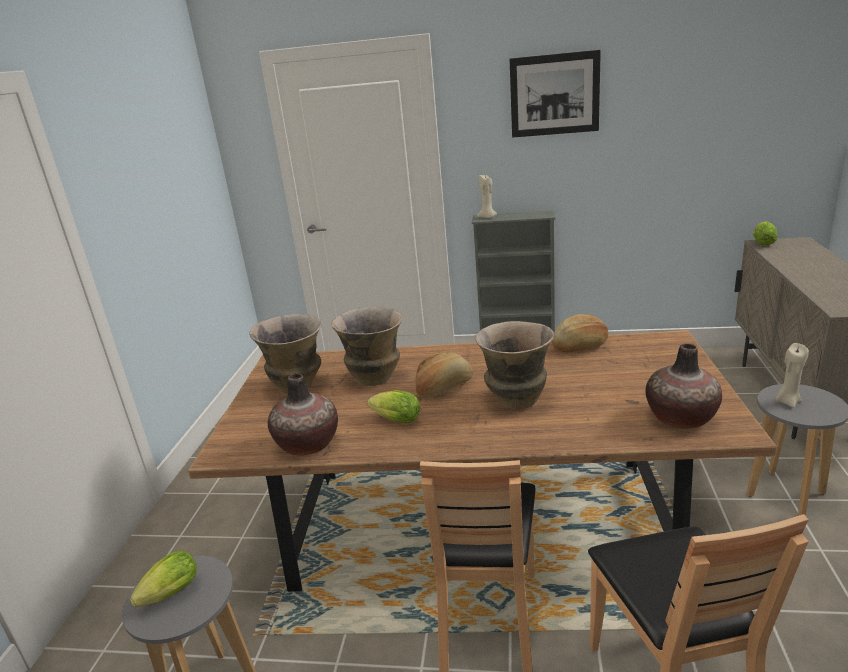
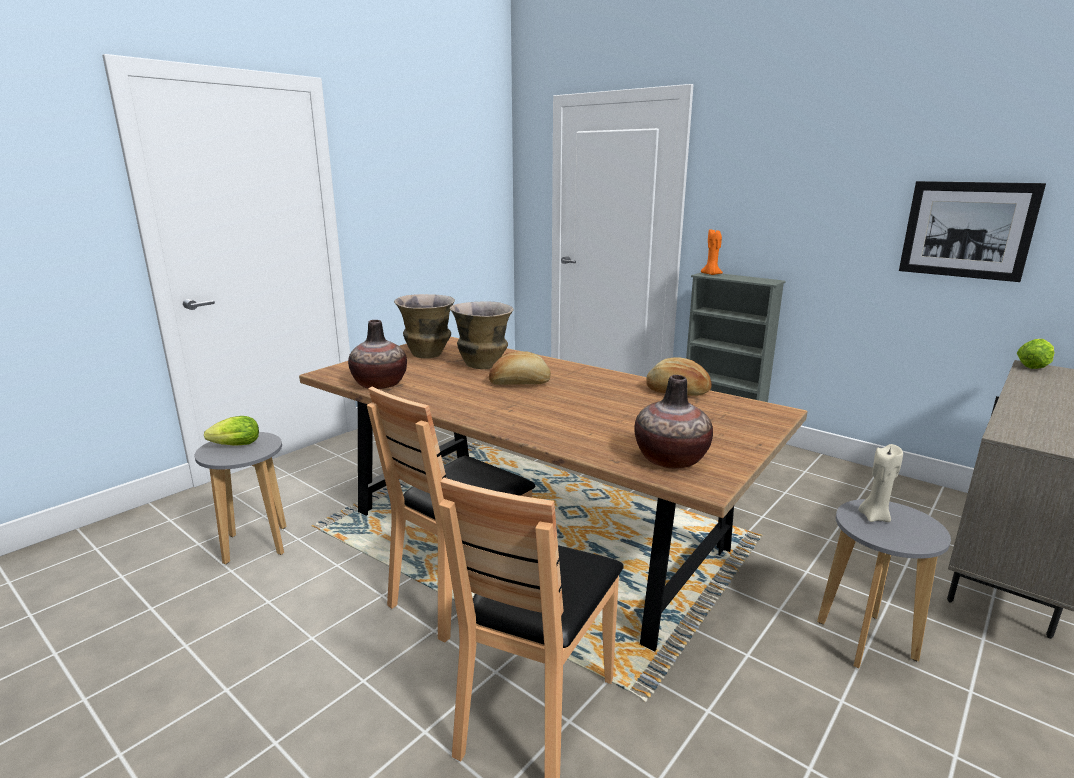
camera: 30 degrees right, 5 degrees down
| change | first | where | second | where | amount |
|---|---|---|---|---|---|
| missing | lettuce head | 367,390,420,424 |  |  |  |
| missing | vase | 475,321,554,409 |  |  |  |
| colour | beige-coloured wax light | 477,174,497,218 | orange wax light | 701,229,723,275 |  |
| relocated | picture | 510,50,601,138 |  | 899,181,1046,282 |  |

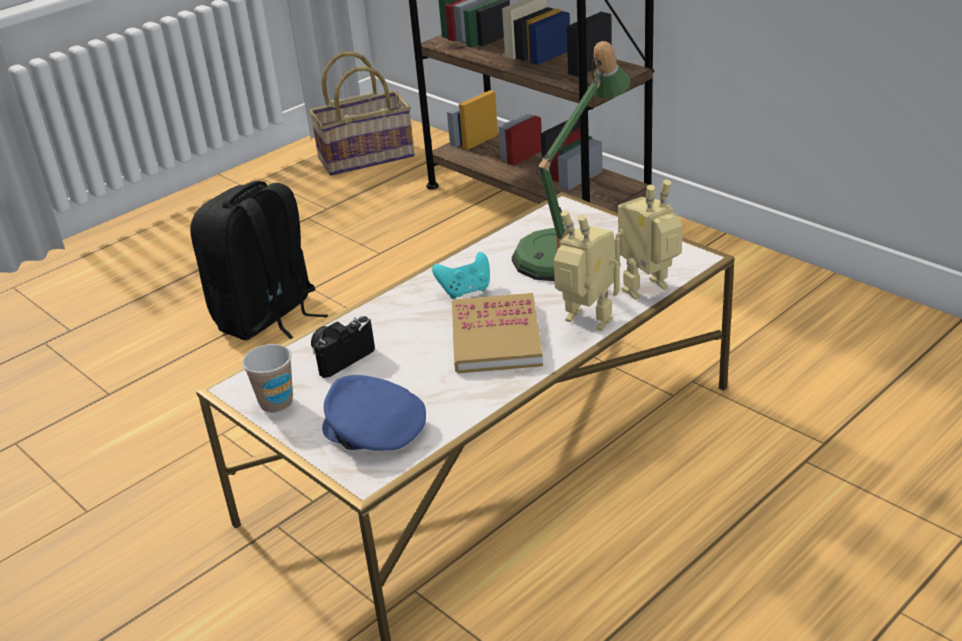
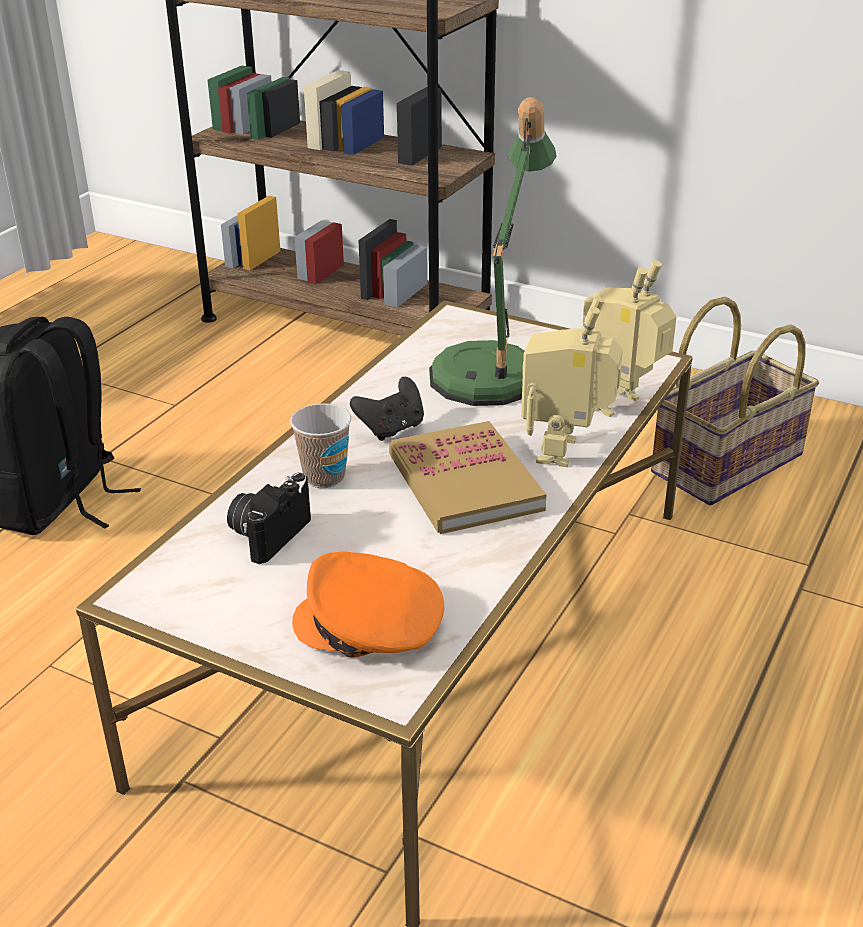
camera: 20 degrees left, 0 degrees up
| change | first | where | second | where | amount |
|---|---|---|---|---|---|
| relocated | cup | 242,344,293,413 |  | 290,404,351,488 |  |
| relocated | basket | 309,51,415,176 |  | 651,297,819,506 |  |
| colour | blue cap | 322,375,426,451 | orange cap | 292,551,444,658 |  |
| colour | blue-green gamepad | 432,252,490,299 | black-coloured gamepad | 350,377,424,441 |  |
| spun | robot figure | 554,210,620,331 |  | 521,296,623,467 | 90 degrees counterclockwise |

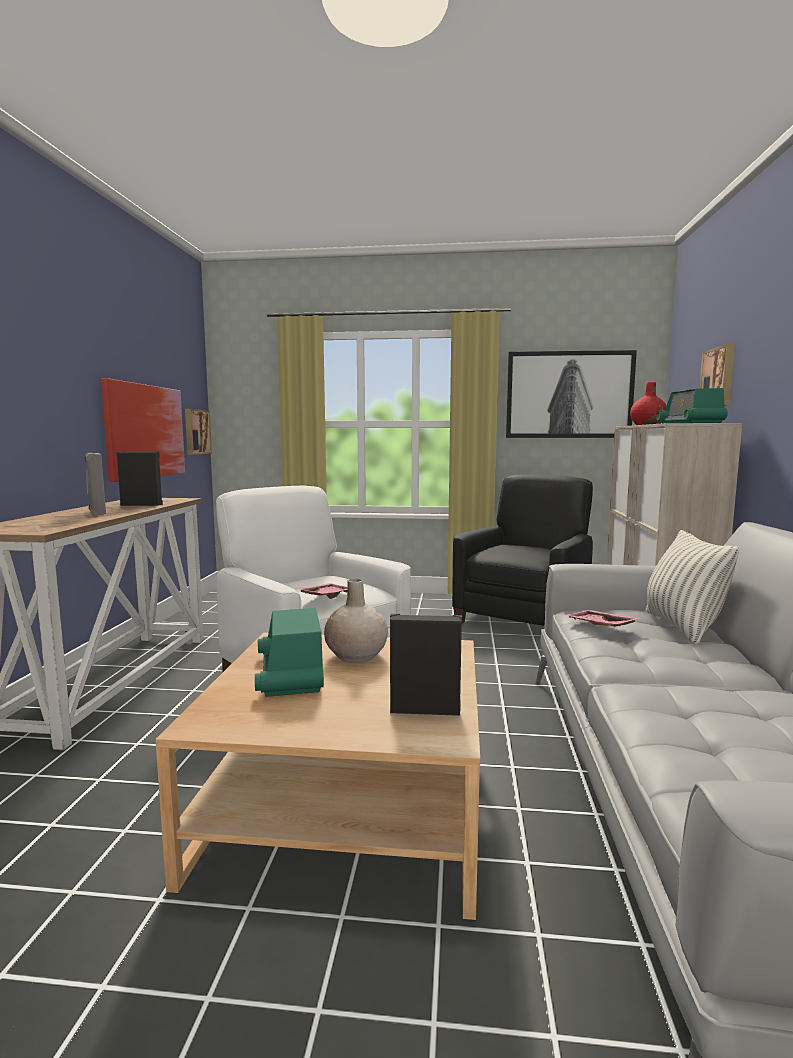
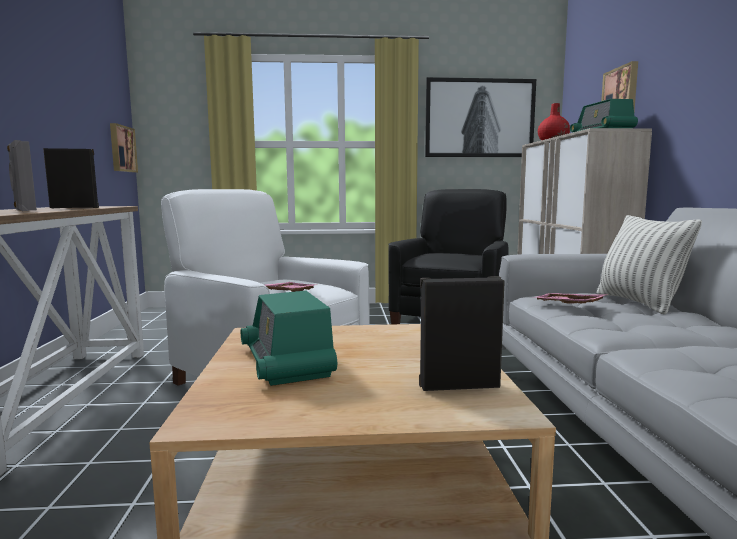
camera: 10 degrees left, 0 degrees up
| change | first | where | second | where | amount |
|---|---|---|---|---|---|
| missing | picture | 101,378,185,482 |  |  |  |
| missing | beige-coloured vase | 324,579,388,663 |  |  |  |

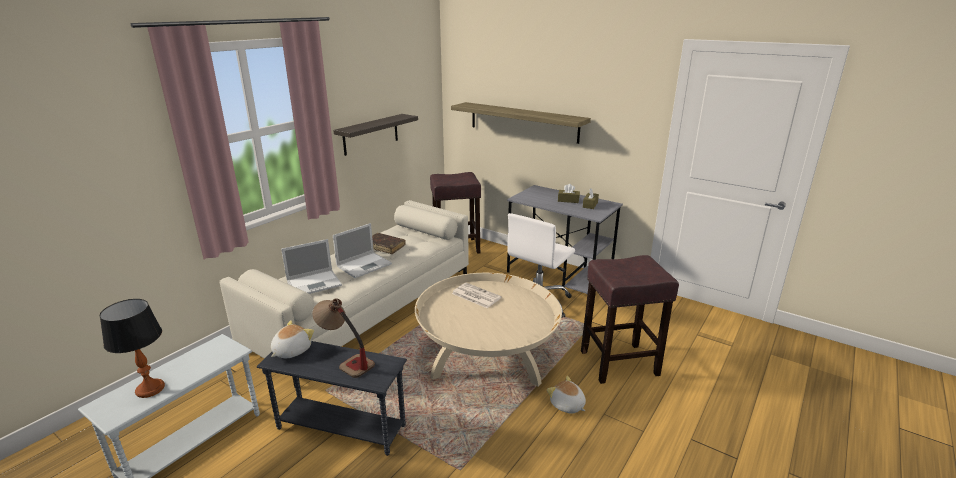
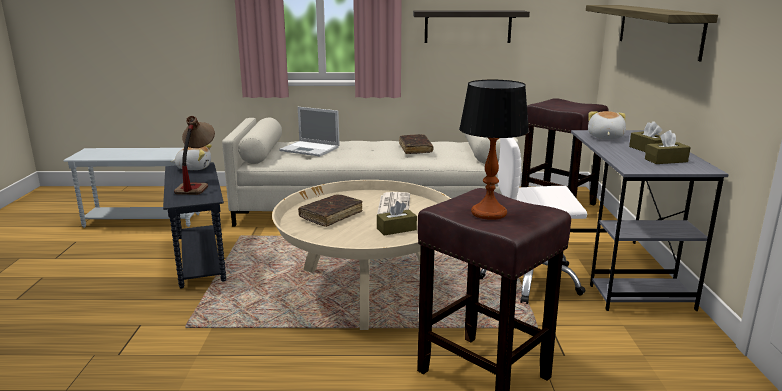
camera: 55 degrees right, 5 degrees down
| change | first | where | second | where | amount |
|---|---|---|---|---|---|
| relocated | tabletop lamp | 100,299,165,398 |  | 459,80,529,220 |  |
| missing | notebook computer | 333,223,392,278 |  |  |  |
| relocated | plush toy | 547,376,586,414 |  | 588,111,626,139 |  |
| appeared |  |  | brown book | 298,195,363,227 |  |
| appeared |  |  | brown box of tissues | 377,201,417,236 |  |

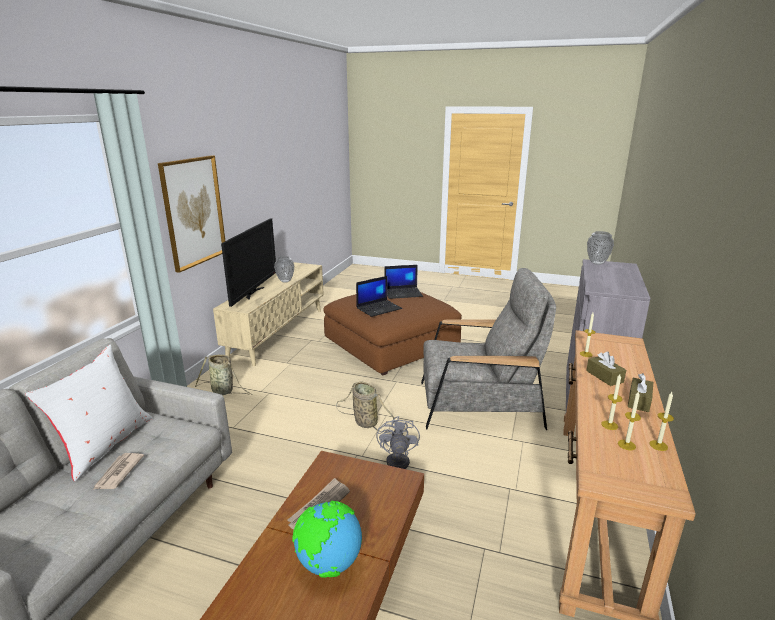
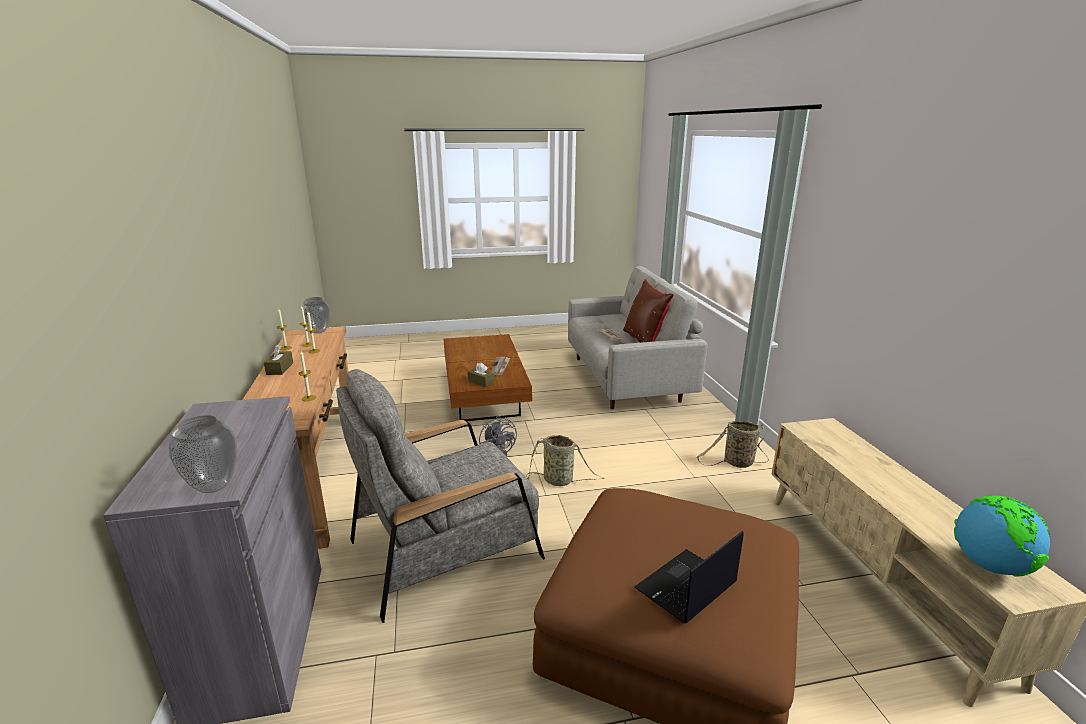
camera: 150 degrees right, 0 degrees up
| change | first | where | second | where | amount |
|---|---|---|---|---|---|
| colour | white-coloured pillow | 25,345,152,481 | brown pillow | 623,279,674,343 |  |
| missing | picture | 158,155,225,273 |  |  |  |
| missing | TV | 221,219,276,307 |  |  |  |
| relocated | vase | 274,256,294,283 |  | 301,297,330,333 |  |
| relocated | globe | 292,501,362,578 |  | 954,496,1050,577 |  |
| missing | notebook computer | 356,276,402,317 |  |  |  |
| relocated | brown box of tissues | 586,351,626,386 |  | 468,363,494,387 |  |

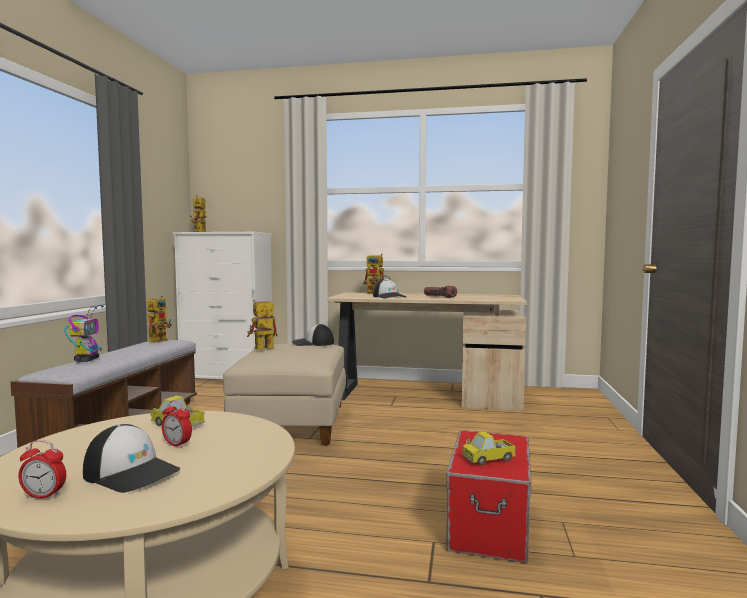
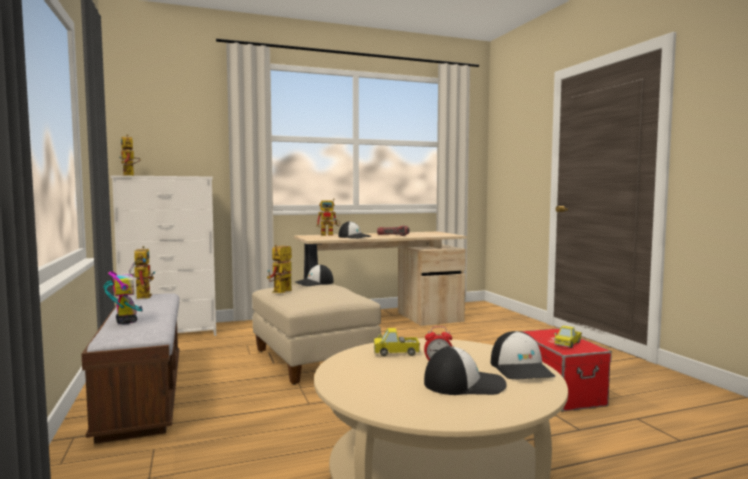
camera: 30 degrees left, 0 degrees up
| change | first | where | second | where | amount |
|---|---|---|---|---|---|
| missing | table clock | 18,440,66,499 |  |  |  |
| appeared |  |  | cap | 491,331,556,379 |  |

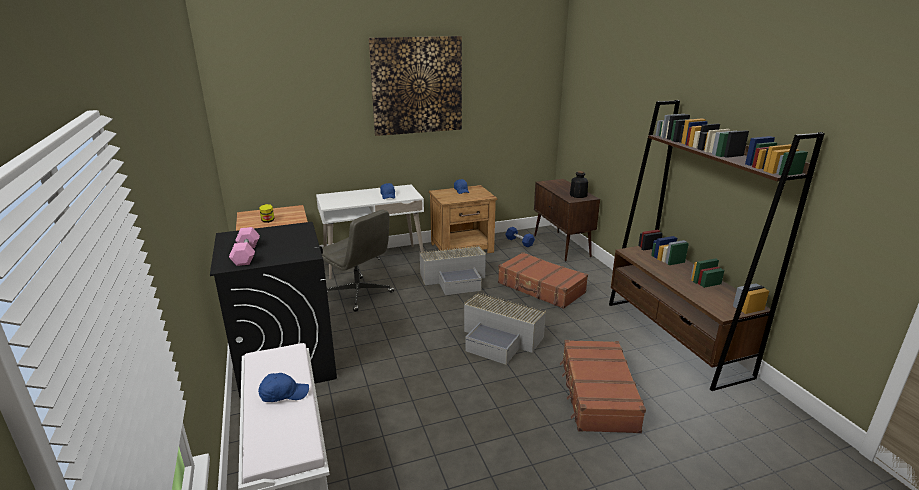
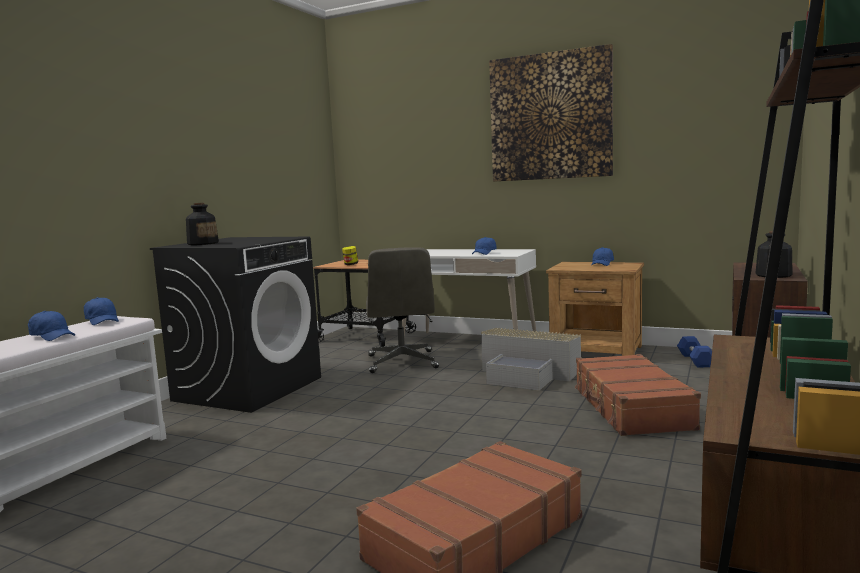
camera: 45 degrees right, 15 degrees down
| change | first | where | second | where | amount |
|---|---|---|---|---|---|
| exchanged | pinkish dumbbell | 229,227,260,266 | beverage bottle | 186,203,219,245 |  |
| missing | grey storage bin | 464,293,546,365 |  |  |  |
| appeared |  |  | blue cap | 84,297,119,325 |  |

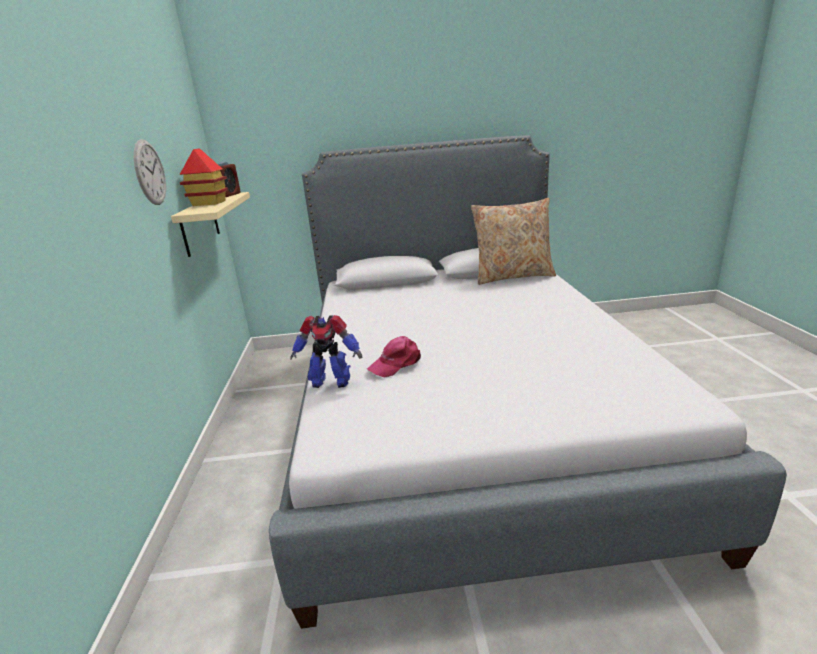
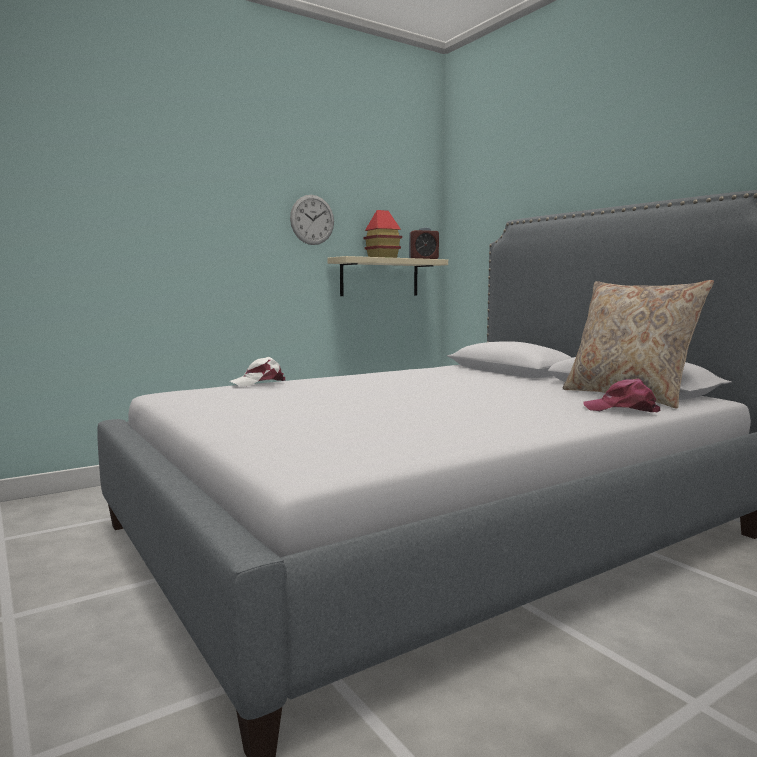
camera: 60 degrees right, 15 degrees down
| change | first | where | second | where | amount |
|---|---|---|---|---|---|
| exchanged | robot figure | 290,315,362,388 | white-coloured cap | 229,357,285,387 |  |
| relocated | pinkish cap | 367,336,421,377 |  | 583,378,661,412 |  |

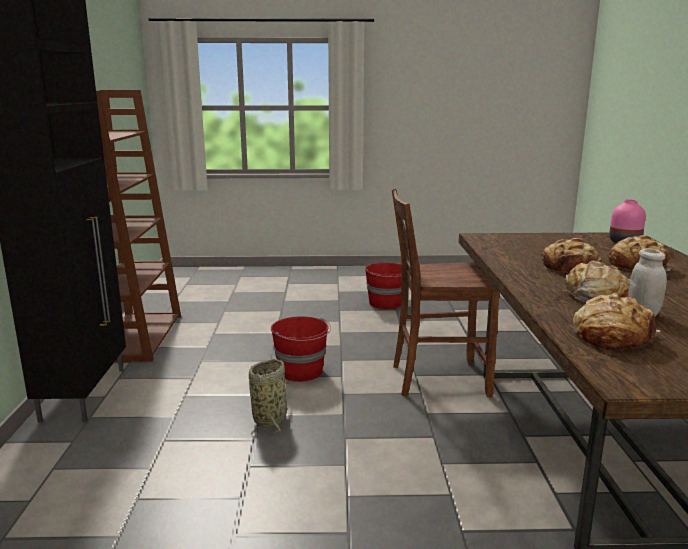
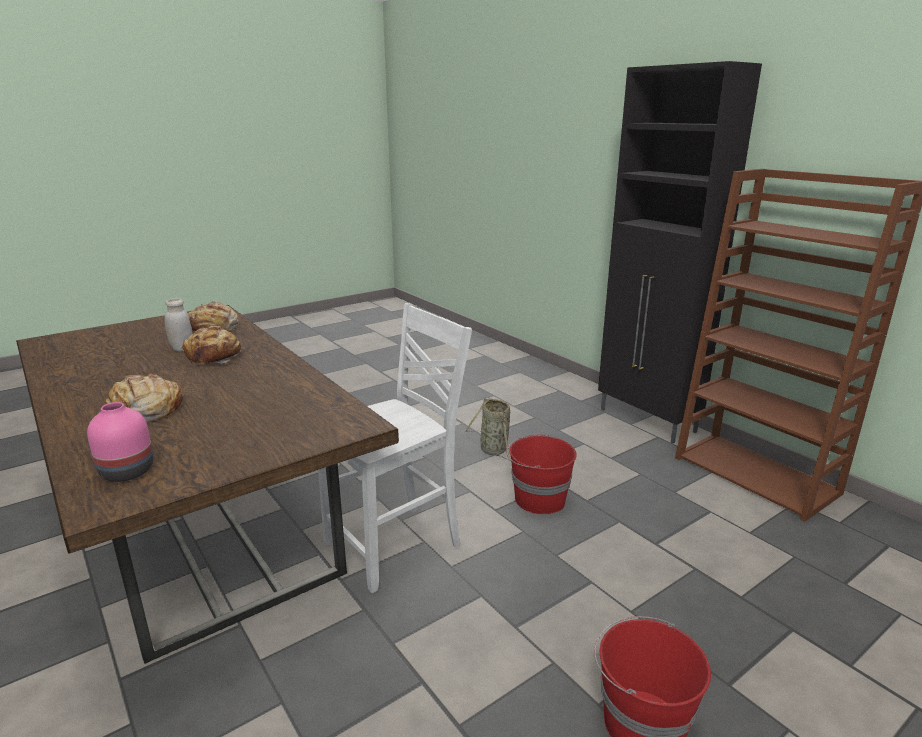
camera: 145 degrees right, 5 degrees up
| change | first | where | second | where | amount |
|---|---|---|---|---|---|
| colour | brown upright chair | 392,189,499,397 | white-coloured upright chair | 318,303,472,593 |  |
| missing | baked bread | 541,238,601,273 |  |  |  |

